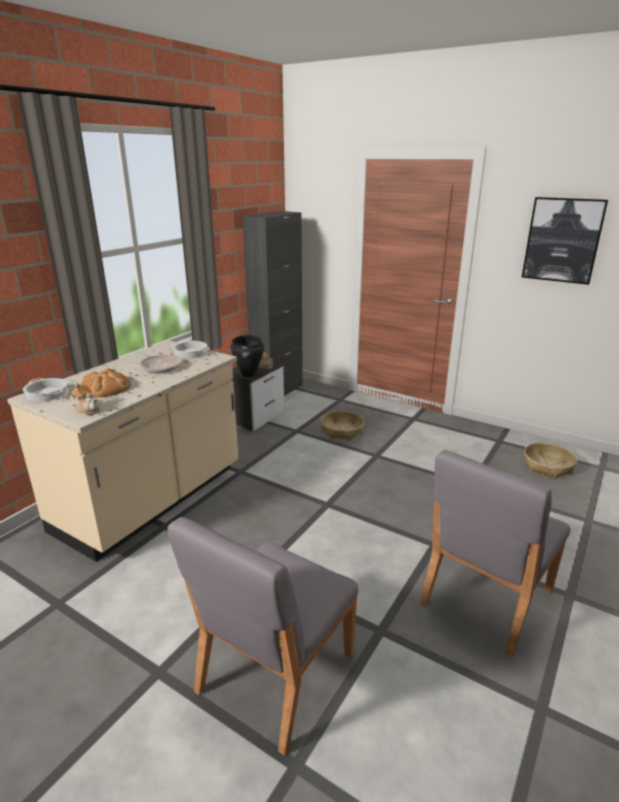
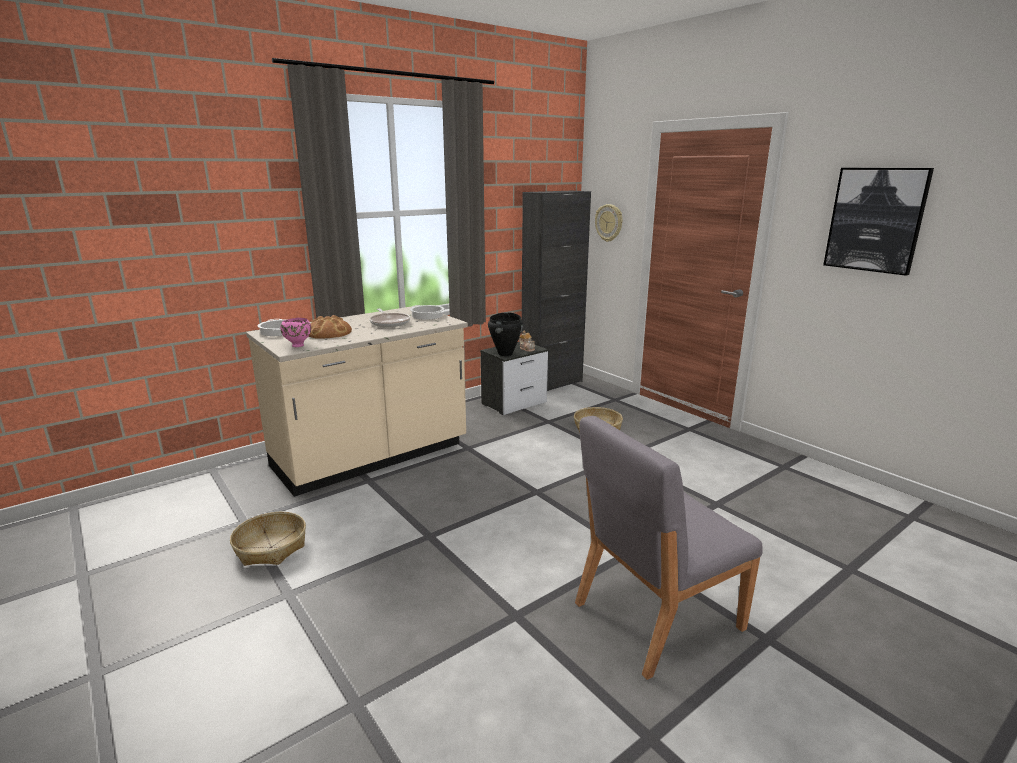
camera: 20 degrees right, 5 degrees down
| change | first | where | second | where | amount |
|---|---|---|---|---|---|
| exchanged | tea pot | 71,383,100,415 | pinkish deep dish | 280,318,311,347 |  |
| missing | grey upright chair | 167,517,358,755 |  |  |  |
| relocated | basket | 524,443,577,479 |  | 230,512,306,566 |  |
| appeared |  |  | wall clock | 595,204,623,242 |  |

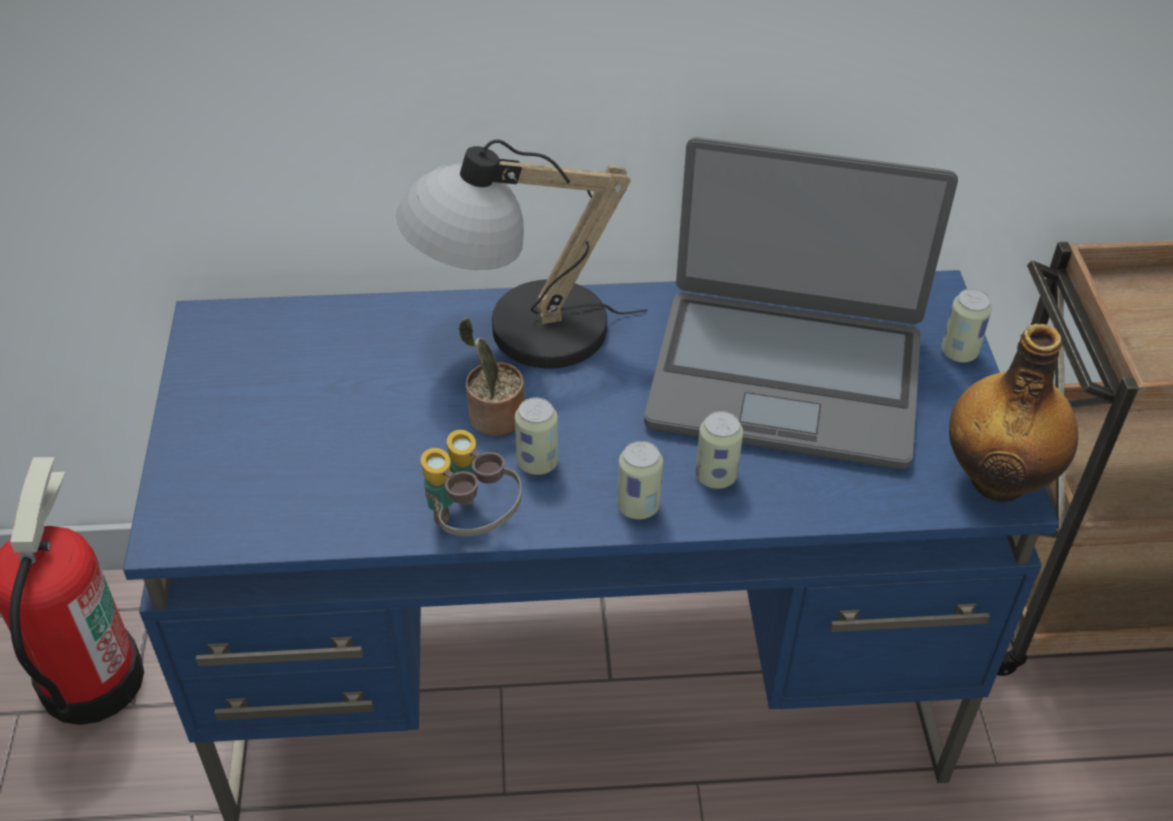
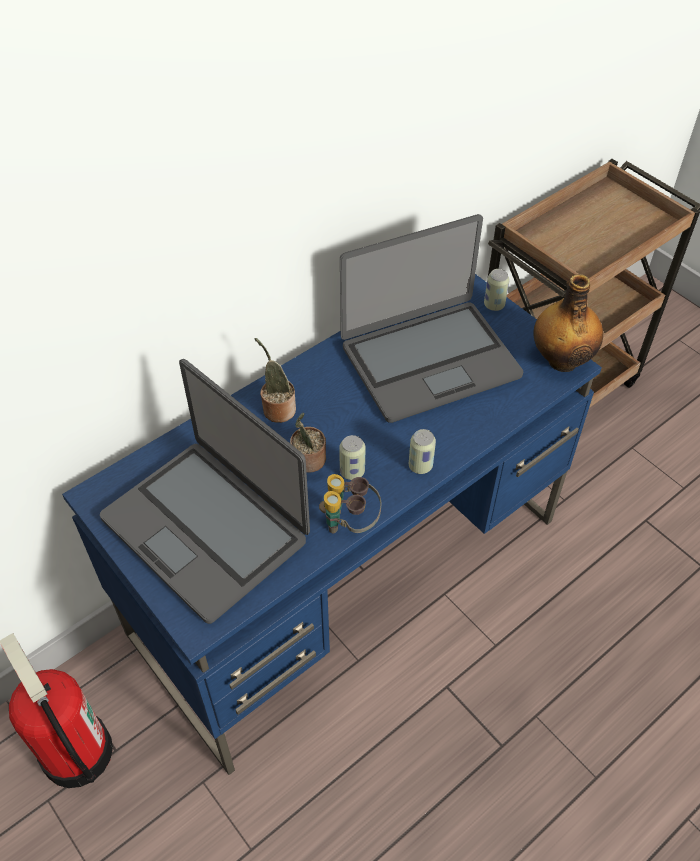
camera: 35 degrees left, 5 degrees up
| change | first | where | second | where | amount |
|---|---|---|---|---|---|
| exchanged | tabletop lamp | 396,140,647,369 | potted plant | 255,338,296,423 |  |
| missing | sealed can | 695,411,743,489 |  |  |  |
| appeared |  |  | notebook computer | 100,359,310,624 |  |

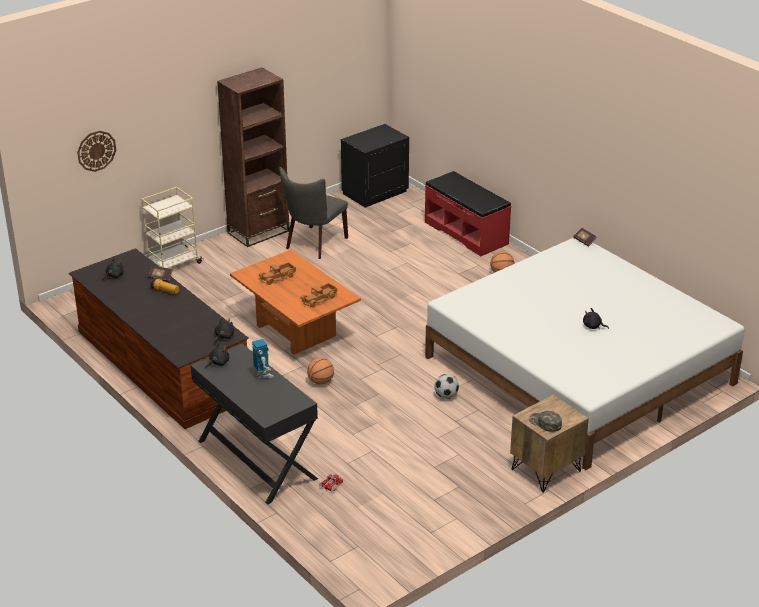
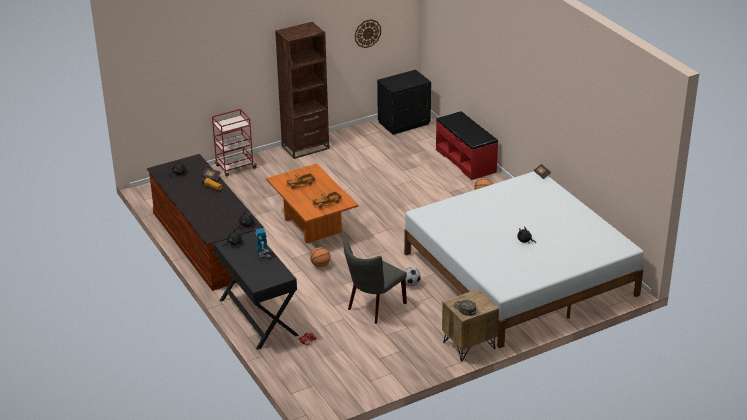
camera: 10 degrees right, 0 degrees up
| change | first | where | second | where | amount |
|---|---|---|---|---|---|
| relocated | wall clock | 77,131,116,172 |  | 355,19,381,48 |  |
| colour | beige-coloured cart | 141,187,204,268 | red-coloured cart | 212,109,258,177 |  |
| relocated | grey upright chair | 279,167,348,259 |  | 343,239,407,324 |  |

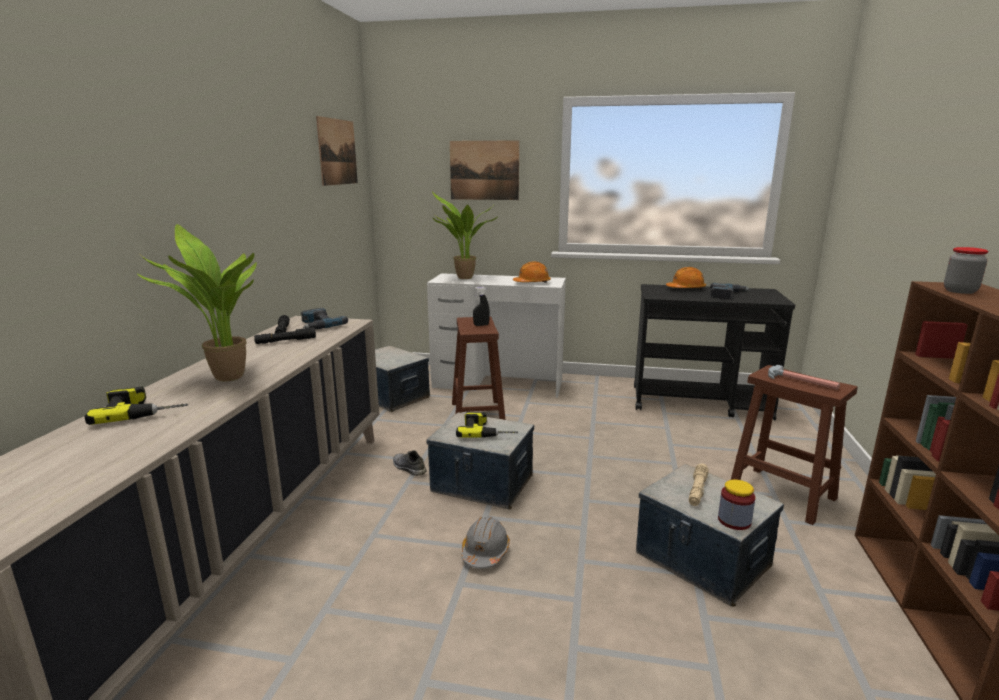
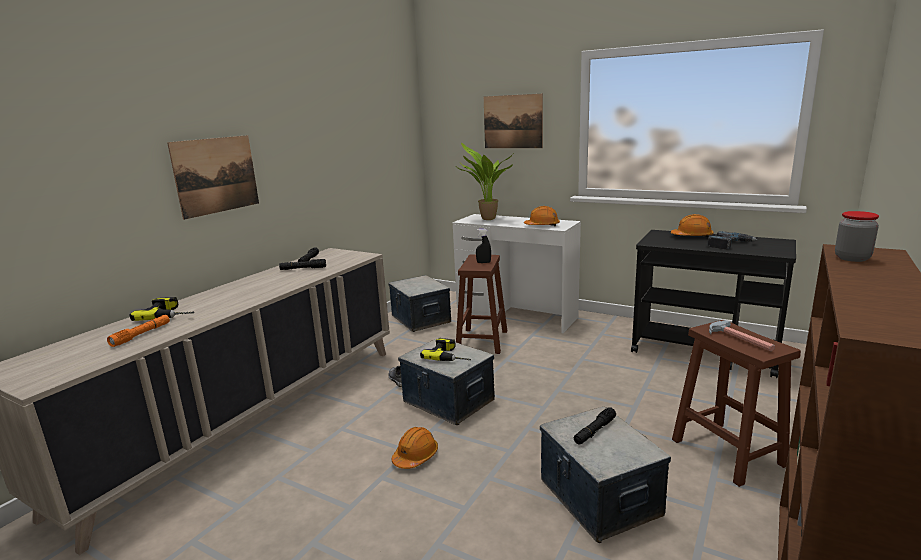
camera: 20 degrees right, 0 degrees up
| change | first | where | second | where | amount |
|---|---|---|---|---|---|
| missing | potted plant | 138,224,257,381 |  |  |  |
| missing | drill | 301,308,348,330 |  |  |  |
| relocated | picture | 316,116,358,186 |  | 167,135,259,220 |  |
| colour | grey hard hat | 461,516,510,569 | orange hard hat | 391,427,438,469 |  |
| colour | beige-coloured hand torch | 688,463,708,506 | black-coloured hand torch | 574,407,616,445 |  |
| missing | preserve jar | 718,480,755,530 |  |  |  |
| appeared |  |  | orange hand torch | 107,315,170,347 |  |

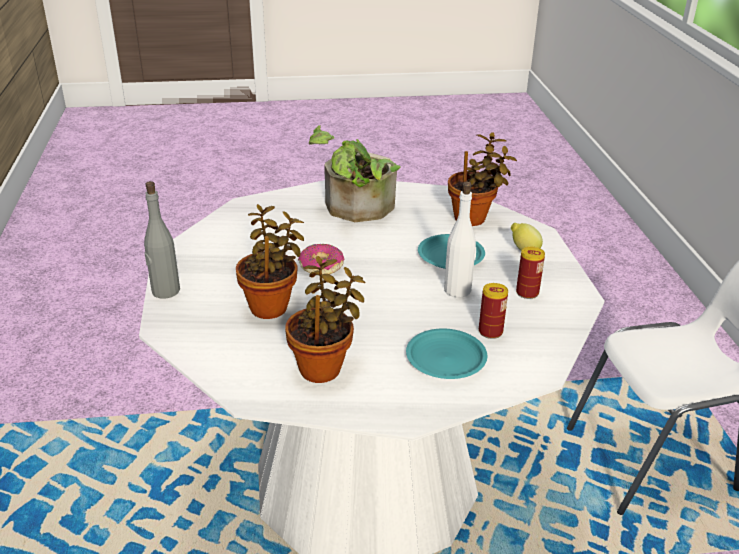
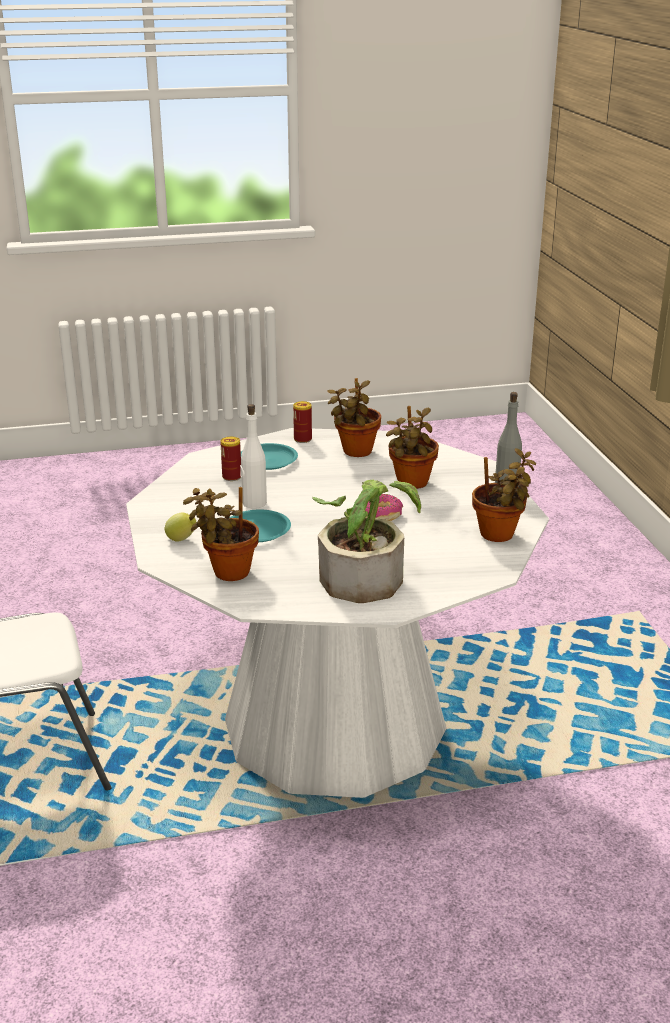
camera: 175 degrees right, 5 degrees down
| change | first | where | second | where | amount |
|---|---|---|---|---|---|
| relocated | sealed can | 516,247,545,299 |  | 293,401,312,443 |  |
| appeared |  |  | potted plant | 472,448,536,542 |  |

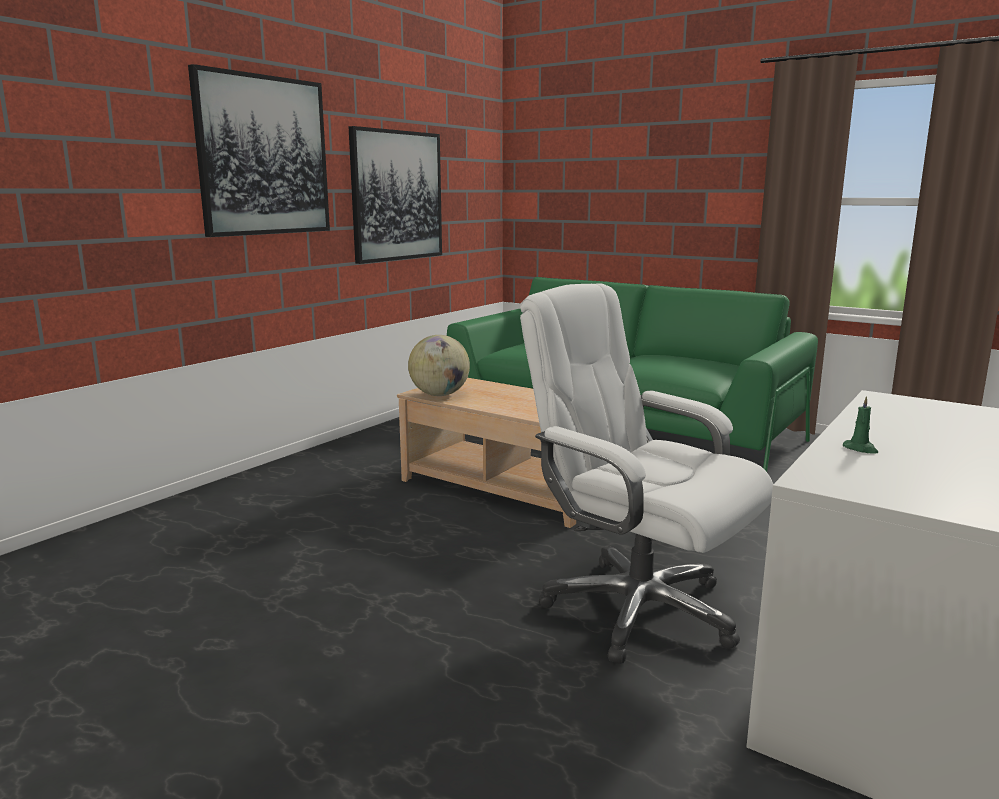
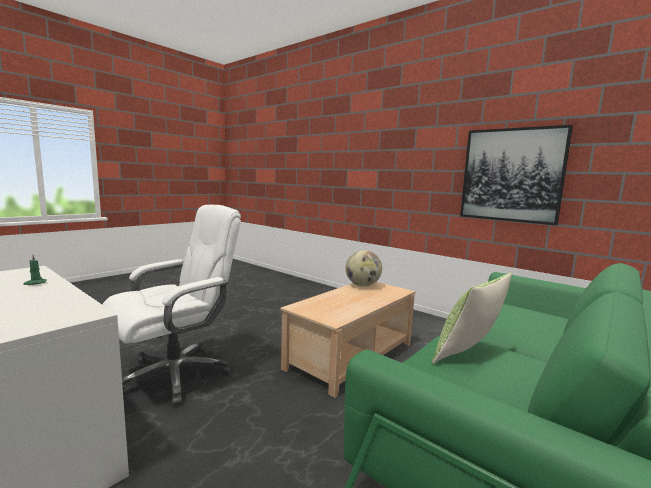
camera: 95 degrees right, 5 degrees down
| change | first | where | second | where | amount |
|---|---|---|---|---|---|
| missing | picture | 188,64,330,237 |  |  |  |
| appeared |  |  | pillow | 431,272,512,364 |  |

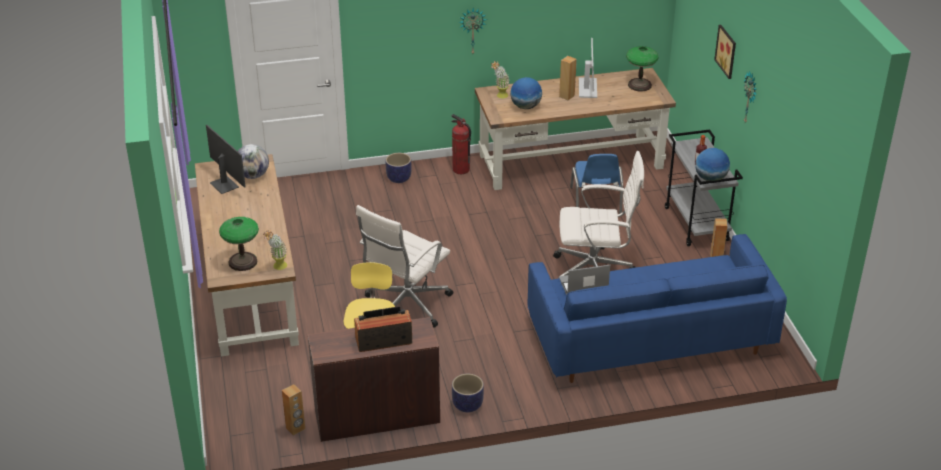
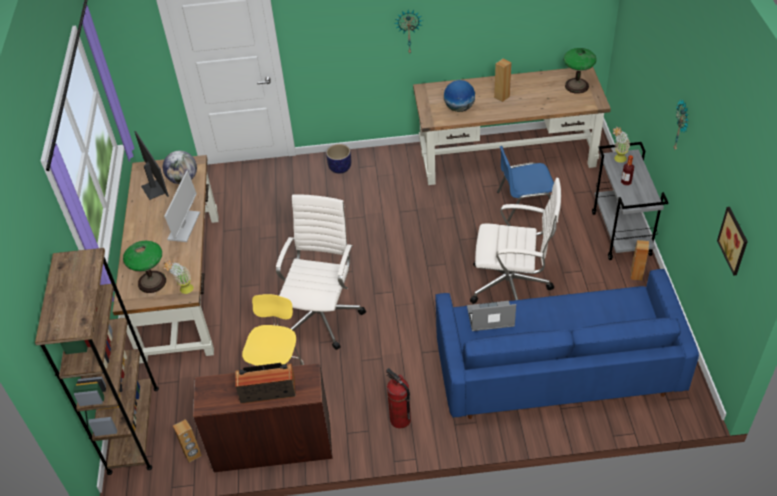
camera: 10 degrees right, 10 degrees up
| change | first | where | second | where | amount |
|---|---|---|---|---|---|
| spun | white-coloured computer chair | 356,205,453,328 |  | 276,195,366,350 | 150 degrees clockwise |
| relocated | fire-fighting cylinder | 451,114,471,174 |  | 386,368,411,429 |  |
| missing | planter | 452,374,484,412 |  |  |  |
| relocated | potted plant | 491,61,510,98 |  | 613,127,630,163 |  |
| spun | blue upright chair | 570,154,623,214 |  | 497,146,554,222 | 75 degrees clockwise |
| relocated | computer display | 579,38,597,98 |  | 164,170,200,242 |  |
| missing | globe | 695,148,730,181 |  |  |  |
| relocated | picture | 714,25,736,79 |  | 717,207,748,276 |  |
| appeared |  |  | brown bookcase | 35,248,159,475 |  |

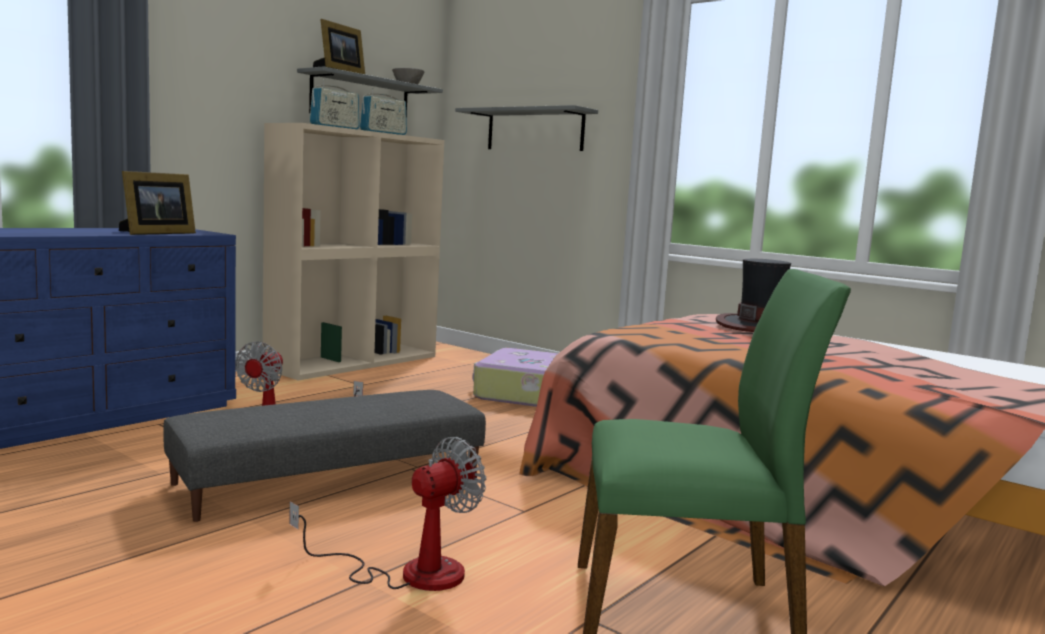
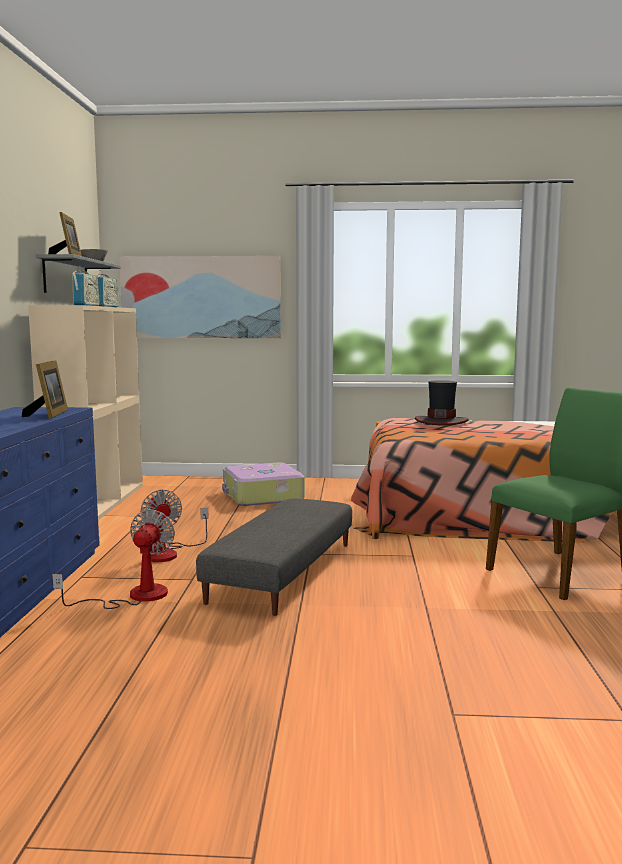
camera: 35 degrees left, 0 degrees up
| change | first | where | second | where | amount |
|---|---|---|---|---|---|
| relocated | fan | 289,437,486,591 |  | 52,509,175,609 |  |
| exchanged | grey shelf | 455,105,598,151 | picture | 119,256,281,338 |  |

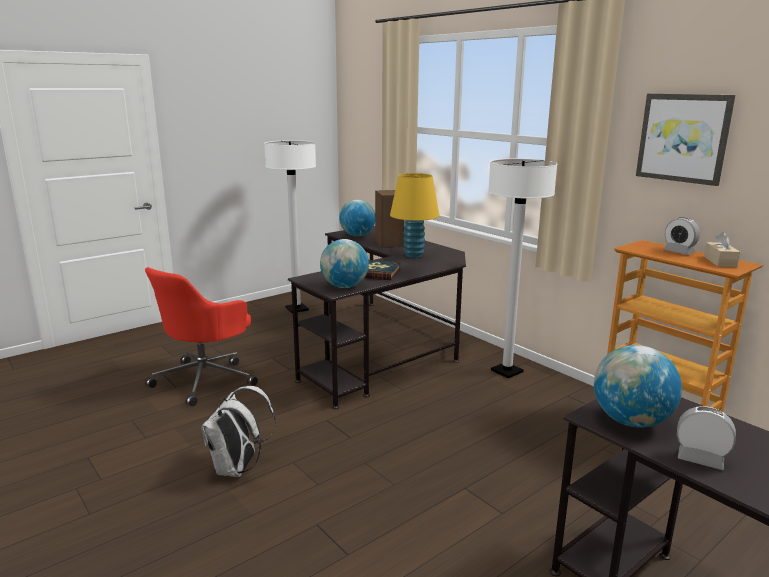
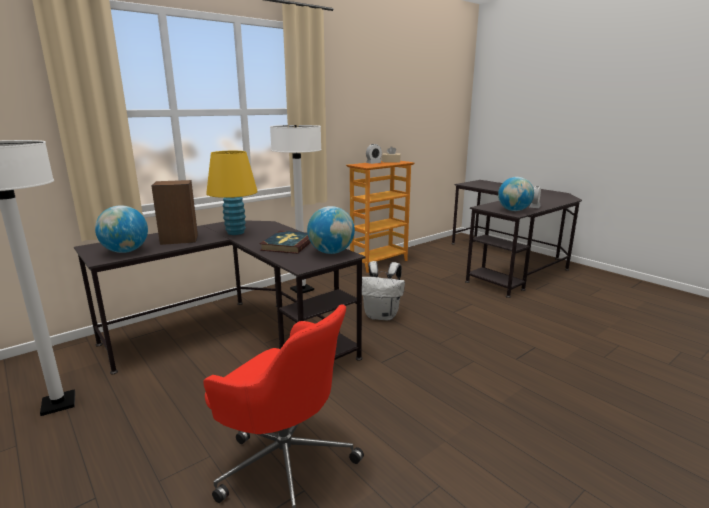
camera: 90 degrees left, 0 degrees up
| change | first | where | second | where | amount |
|---|---|---|---|---|---|
| relocated | white-coloured knapsack | 201,386,276,477 |  | 362,261,405,320 |  |
| missing | picture | 636,94,735,186 |  |  |  |

